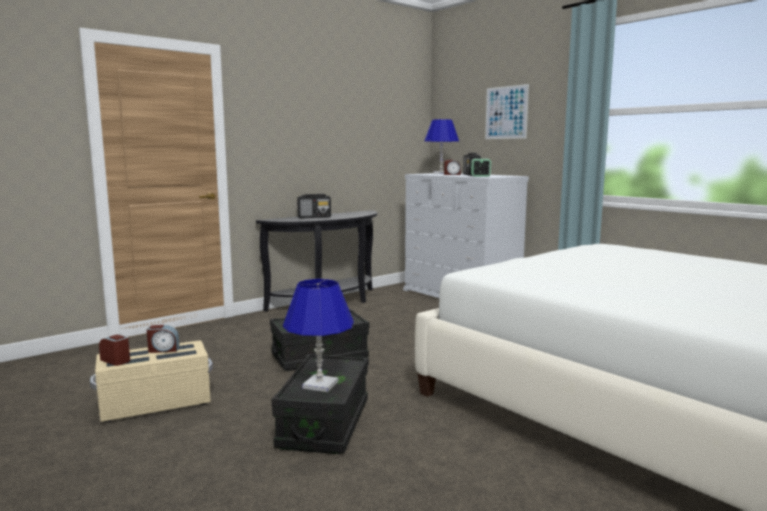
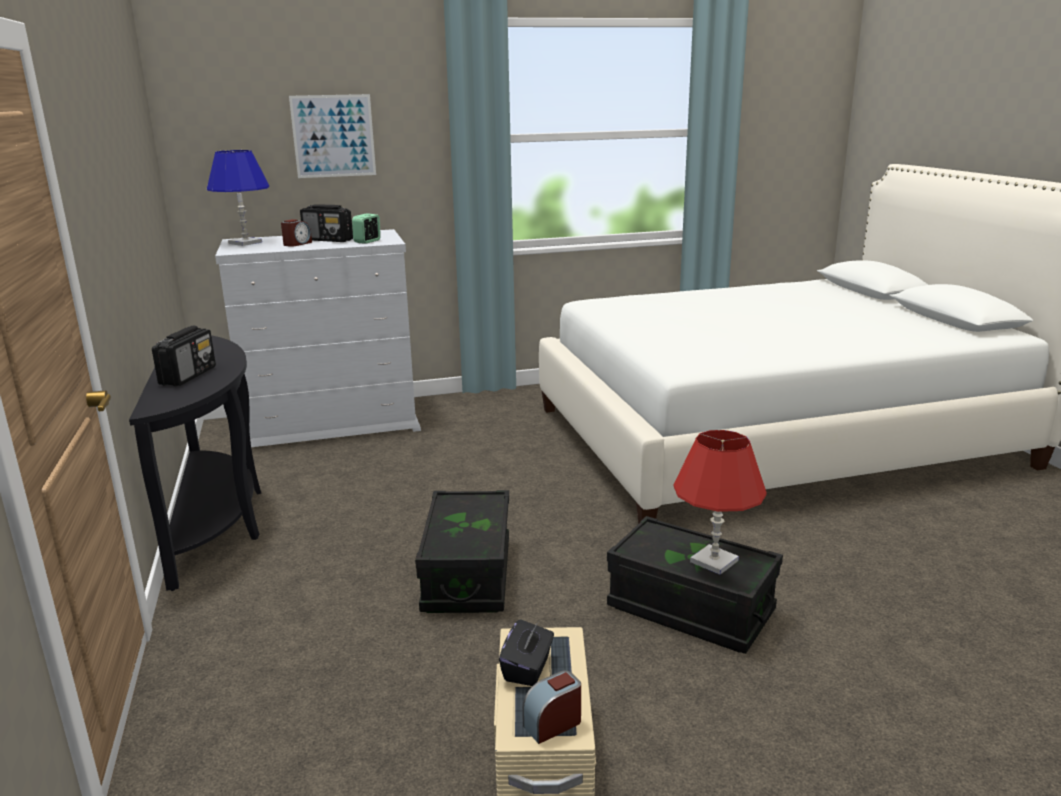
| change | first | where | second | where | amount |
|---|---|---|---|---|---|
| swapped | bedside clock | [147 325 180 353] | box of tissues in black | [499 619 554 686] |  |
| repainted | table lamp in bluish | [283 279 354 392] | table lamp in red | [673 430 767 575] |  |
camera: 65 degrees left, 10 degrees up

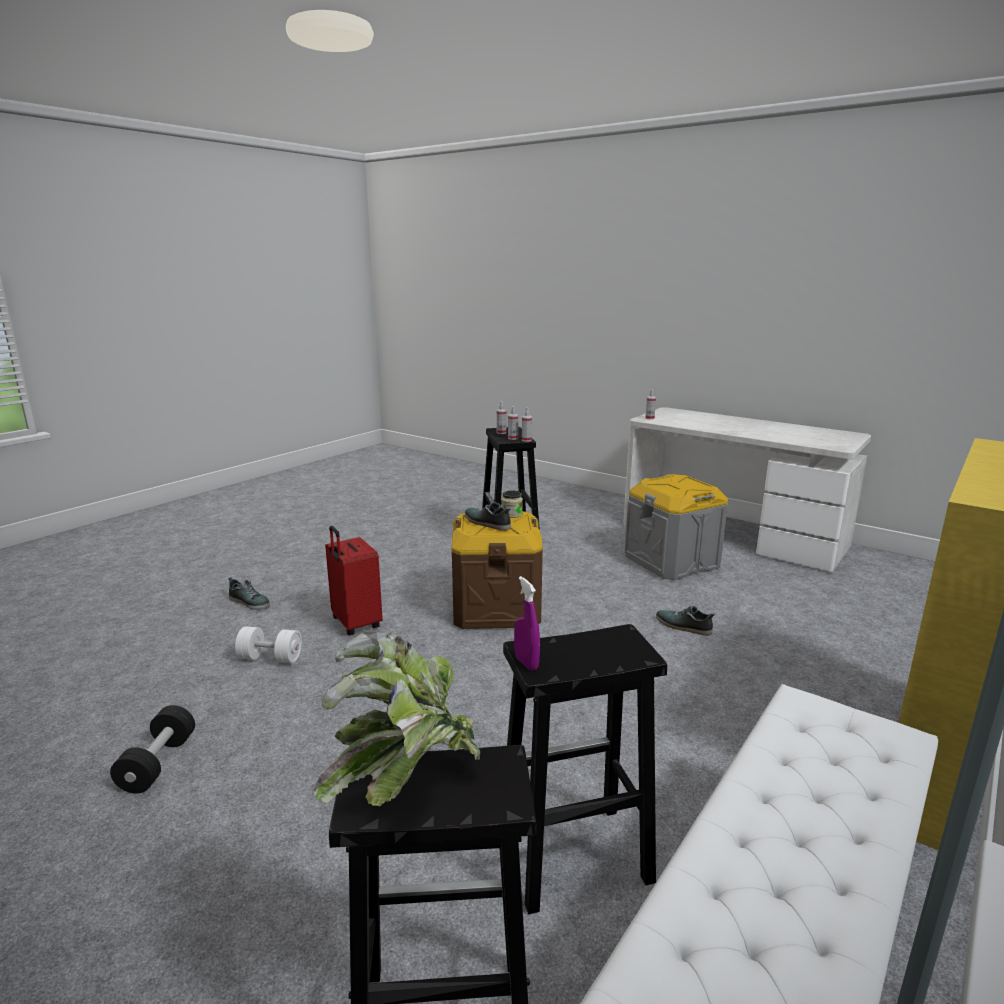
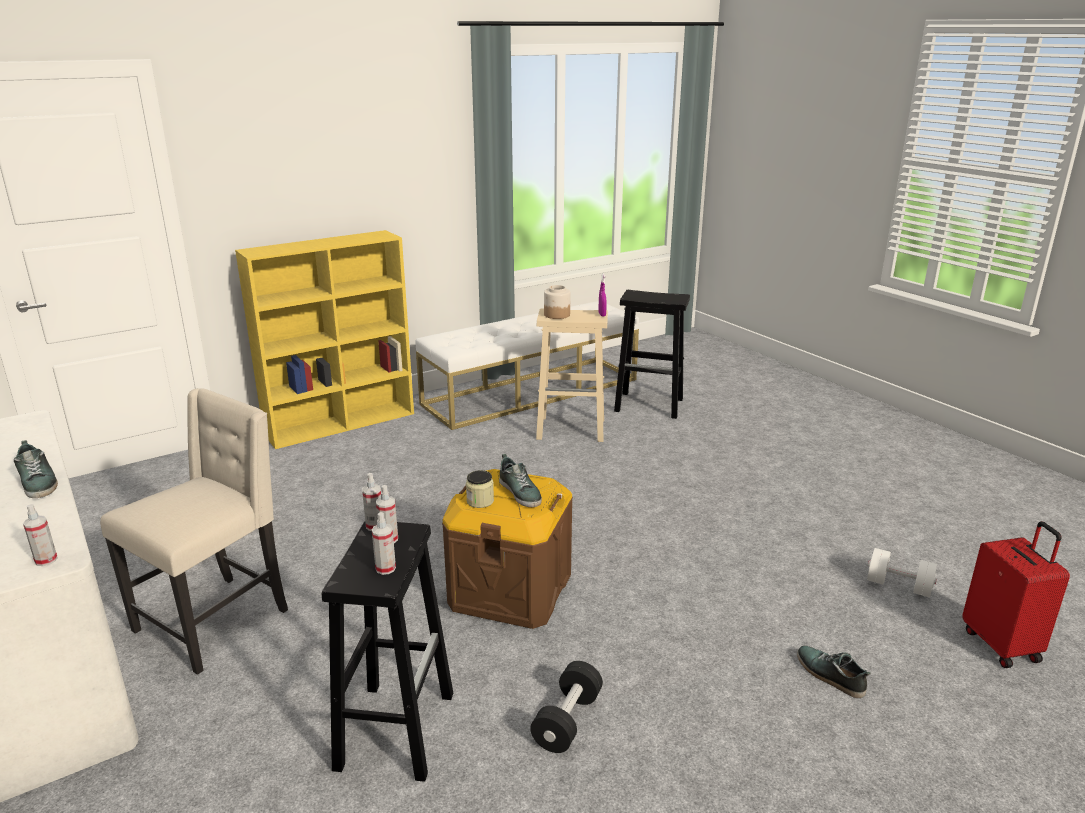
| change | first | where | second | where | amount |
|---|---|---|---|---|---|
| shifted | low shoe | [656 606 715 636] |  | [14 440 58 498] |  |
| swapped | storage container in grey | [625 474 728 580] | upright chair in sand-coloured | [100 388 288 675] |  |
| shifted | free weight in black | [110 705 195 794] |  | [530 661 603 753] |  |
| repainted | stool in black | [503 624 667 914] | stool in sand-coloured | [536 308 608 442] |  |
| new |  |  | storage jar | [544 285 571 319] |  |
| shifted | free weight in whitish | [235 626 302 663] |  | [867 548 937 597] |  |
| shifted | suitcase in red | [325 526 383 635] |  | [962 521 1070 668] |  |
| gone | houseplant | [312 631 480 806] |  |  |  |
camera: 160 degrees left, 5 degrees up

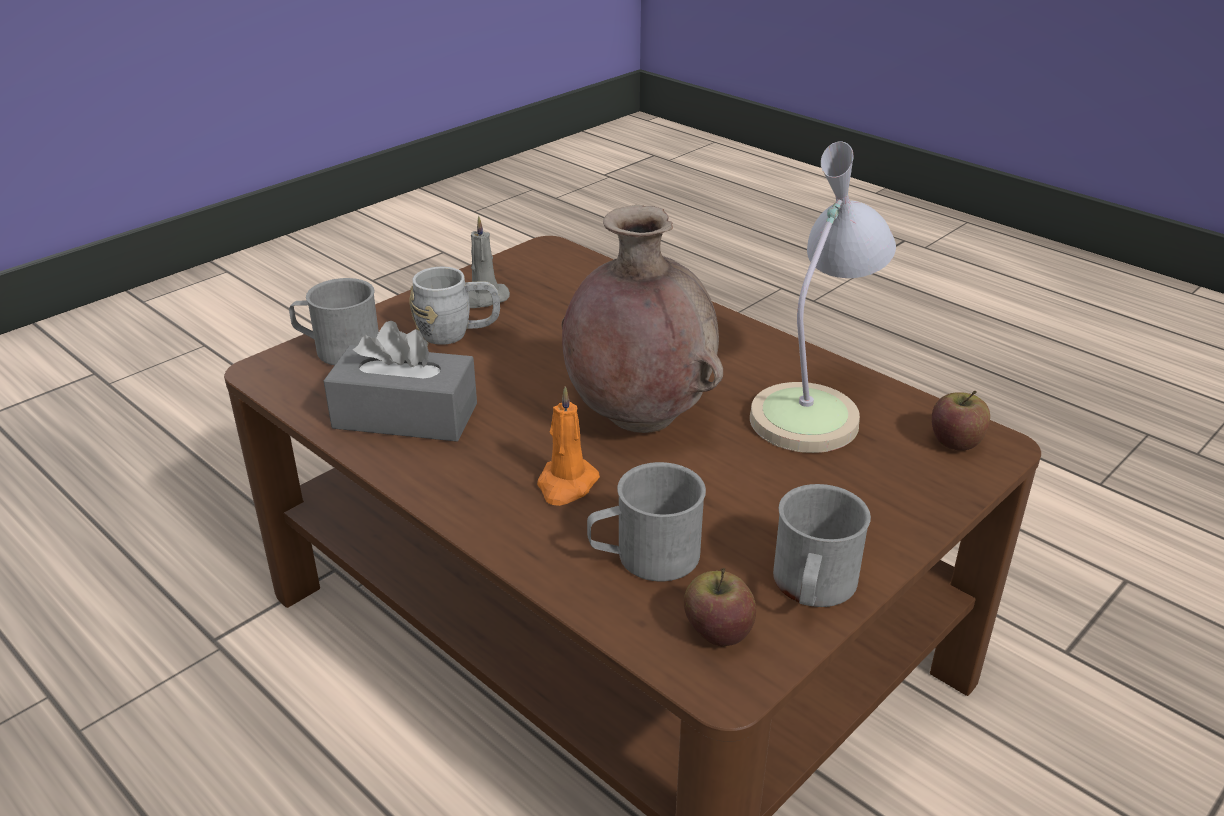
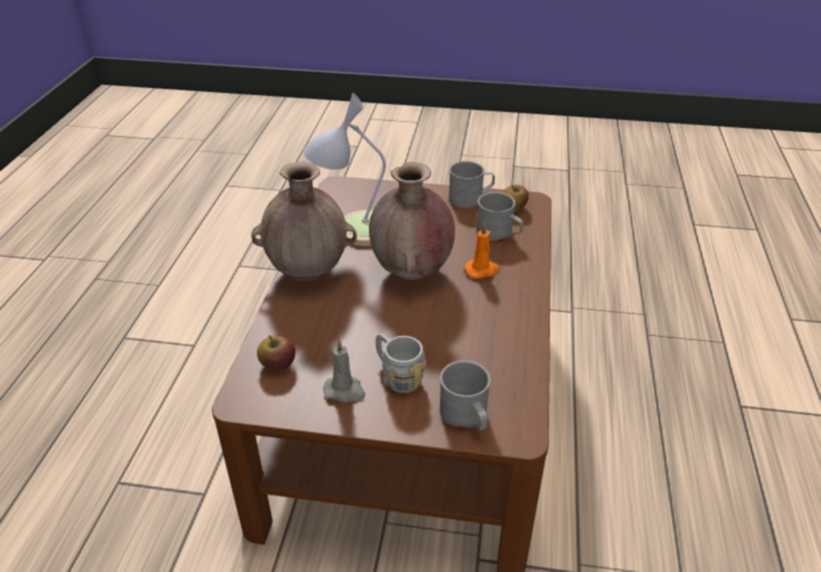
| change | first | where | second | where | amount |
|---|---|---|---|---|---|
| new |  |  | flower vase in brown | [251 162 357 281] |  |
| shifted | whole apple | [932 391 990 451] |  | [257 335 296 370] |  |
| gone | box of tissues in grey | [324 321 477 442] |  |  |  |
camera: 125 degrees left, 5 degrees up

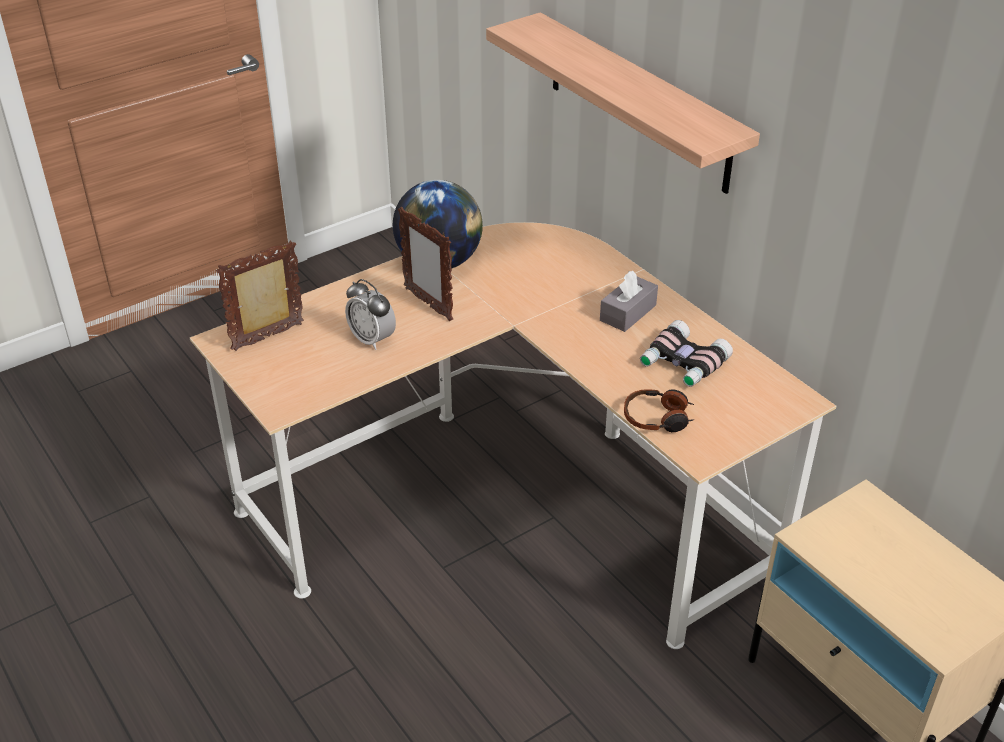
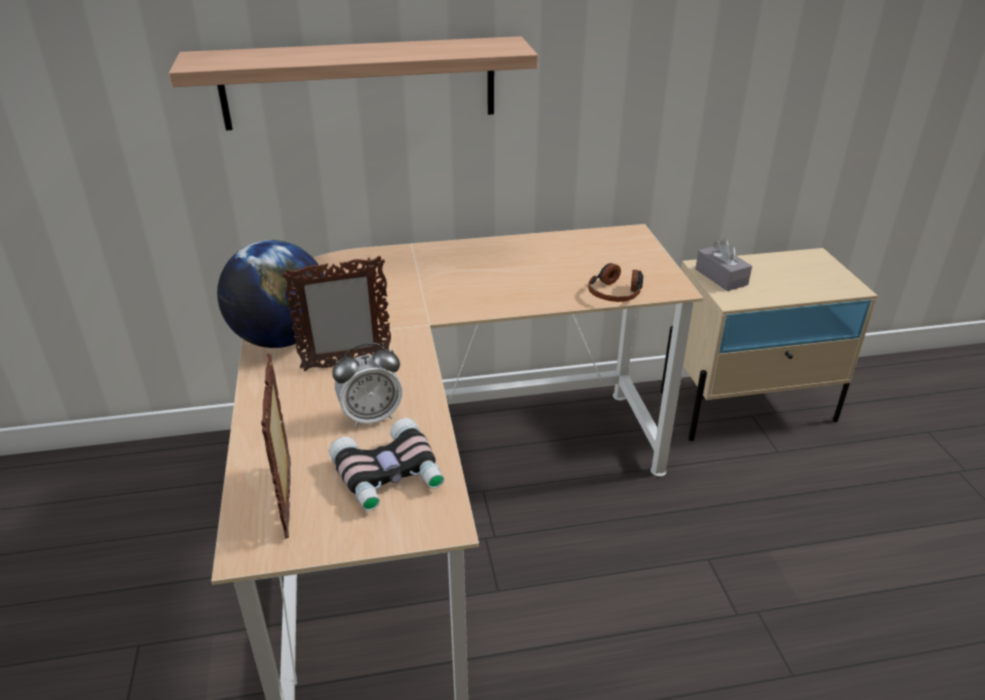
| change | first | where | second | where | amount |
|---|---|---|---|---|---|
| shifted | binoculars | [640 320 733 387] |  | [329 418 444 511] |  |
| shifted | box of tissues in grey | [600 271 658 332] |  | [695 239 752 291] |  |
camera: 65 degrees left, 5 degrees down

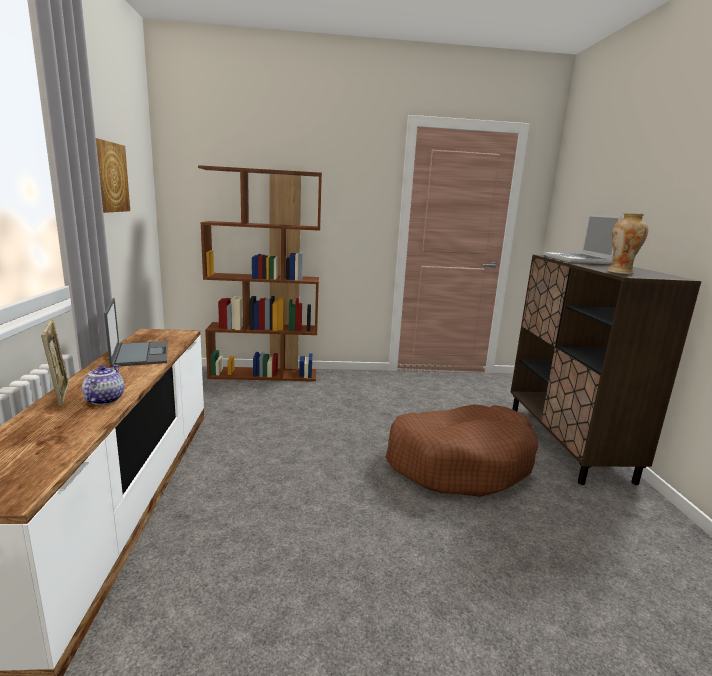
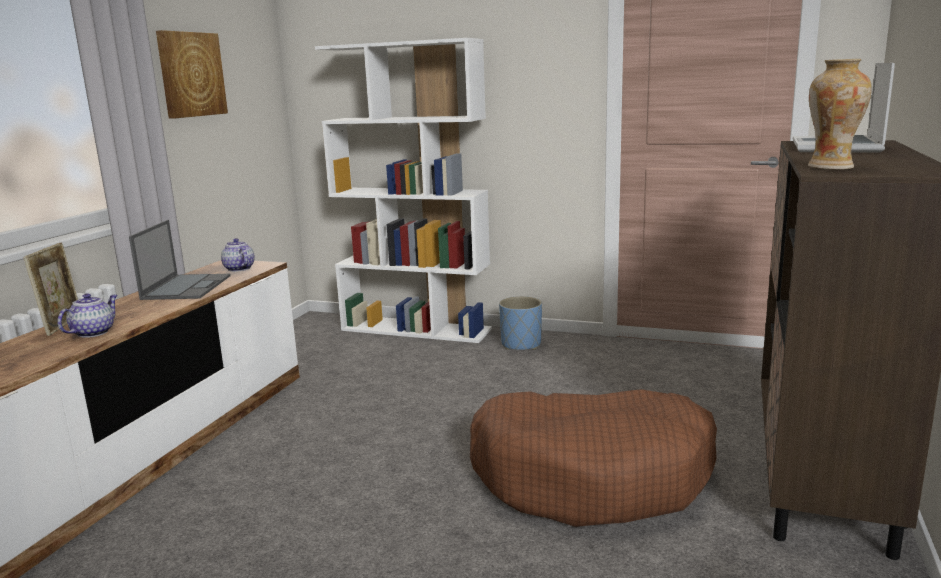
| change | first | where | second | where | amount |
|---|---|---|---|---|---|
| new |  |  | pot for tea | [221 238 255 272] |  |
| repainted | bookcase in brown | [198 165 322 381] | bookcase in whitish | [315 38 492 343] |  |
| new |  |  | flower pot in bluish | [499 296 542 350] |  |
camera: 25 degrees right, 0 degrees up

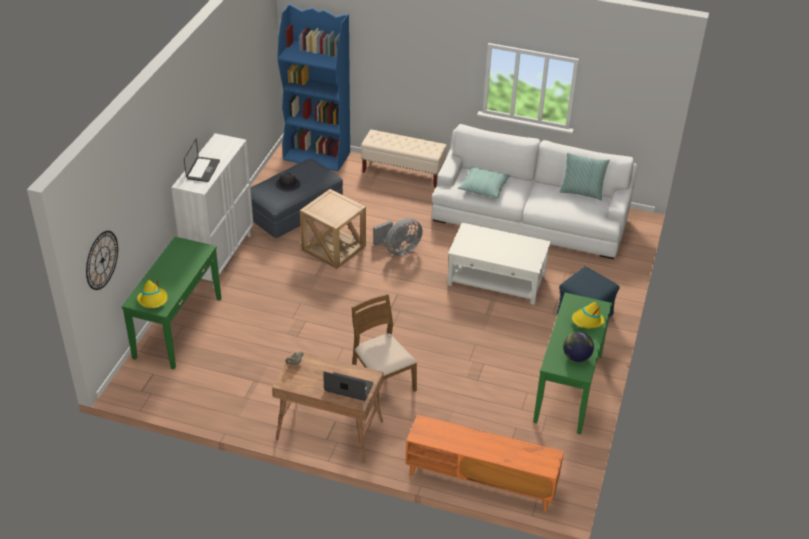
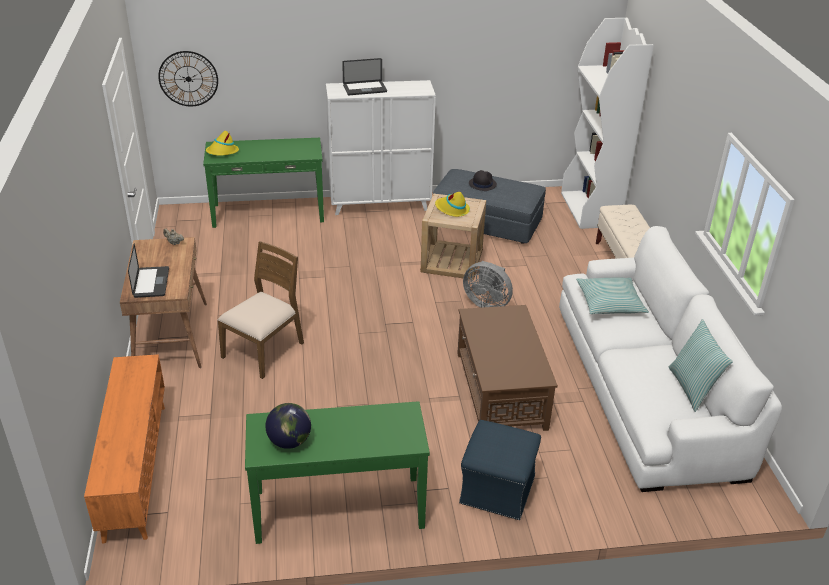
| change | first | where | second | where | amount |
|---|---|---|---|---|---|
| shifted | wearable hat in yellow-coloured | [572 302 604 328] |  | [435 192 470 217] |  |
| repainted | coffee table in whitish | [447 223 551 305] | coffee table in brown | [457 305 558 431] |  |
| repainted | bookcase in bluish | [277 4 350 171] | bookcase in whitish | [561 18 654 229] |  |
camera: 65 degrees right, 5 degrees down

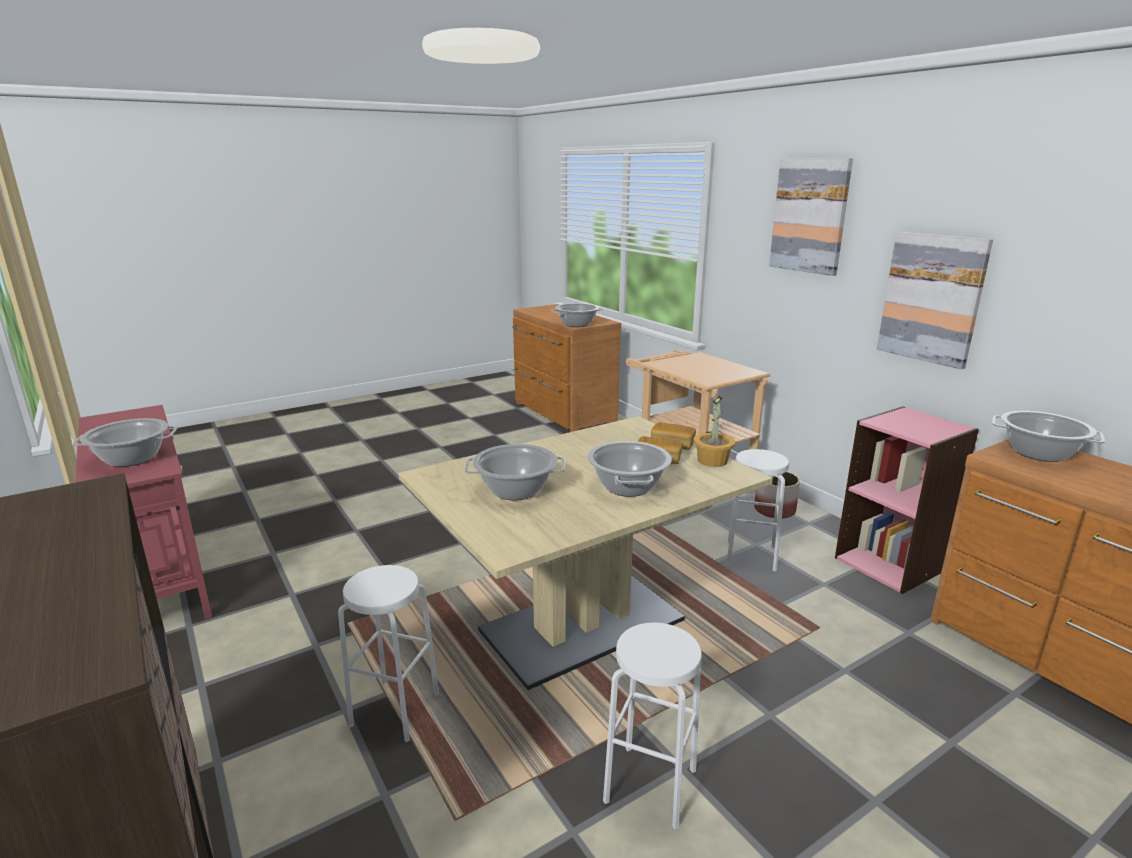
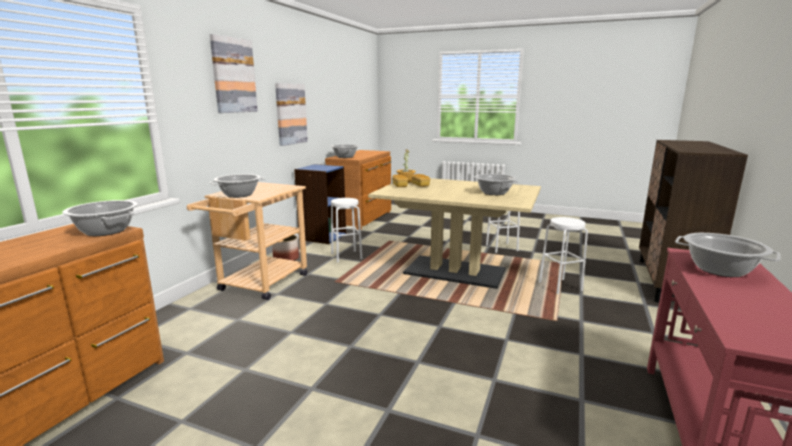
| change | first | where | second | where | amount |
|---|---|---|---|---|---|
| shifted | cooking pot | [587 441 672 497] |  | [209 174 265 198] |  |
| repainted | bookcase in pink | [835 406 979 594] | bookcase in bluish | [294 164 346 244] |  |
camera: 125 degrees left, 5 degrees down

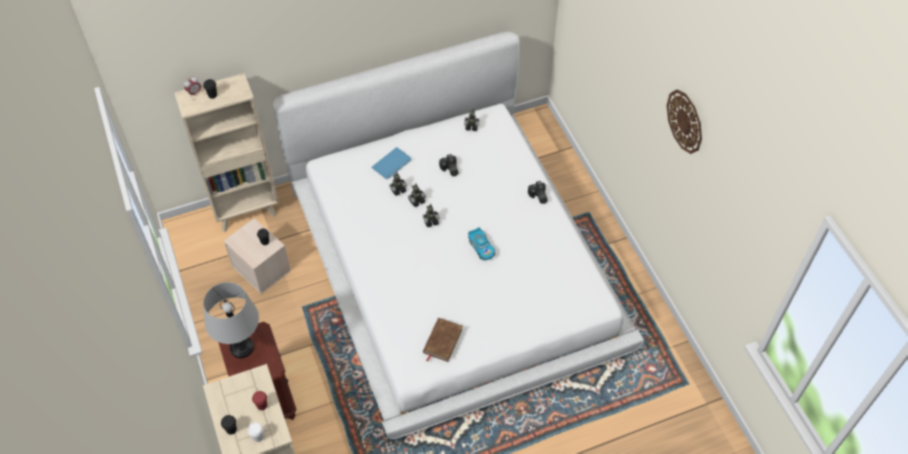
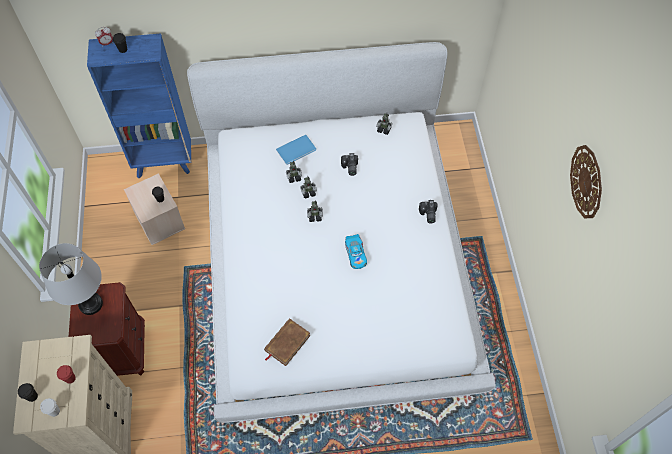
| change | first | where | second | where | amount |
|---|---|---|---|---|---|
| repainted | bookcase in sand-coloured | [174 73 279 232] | bookcase in bluish | [87 33 191 179] |  |
camera: 15 degrees right, 5 degrees up

